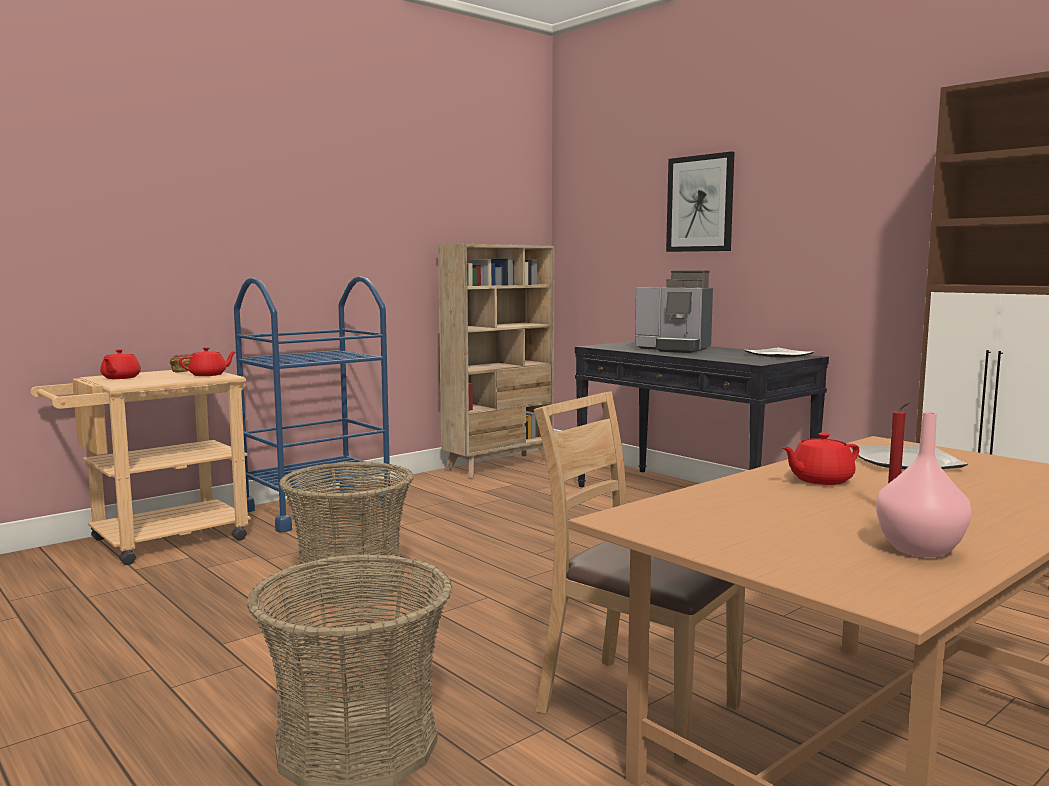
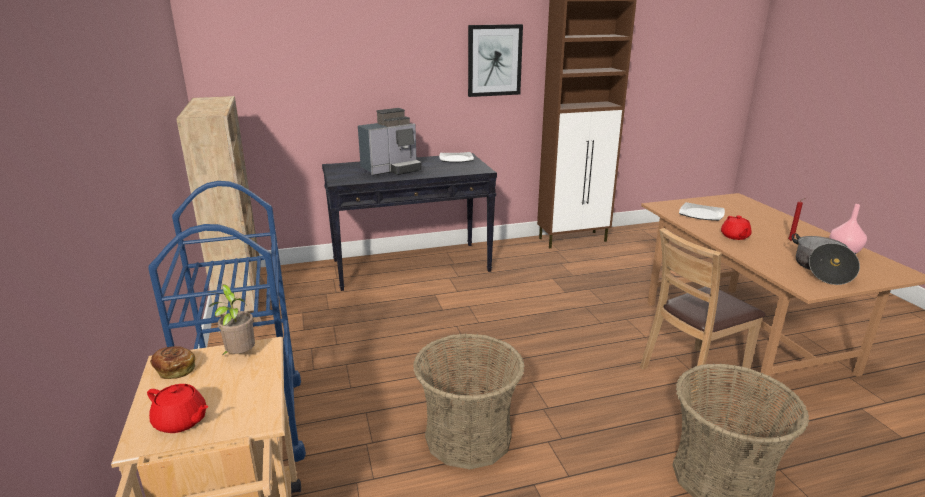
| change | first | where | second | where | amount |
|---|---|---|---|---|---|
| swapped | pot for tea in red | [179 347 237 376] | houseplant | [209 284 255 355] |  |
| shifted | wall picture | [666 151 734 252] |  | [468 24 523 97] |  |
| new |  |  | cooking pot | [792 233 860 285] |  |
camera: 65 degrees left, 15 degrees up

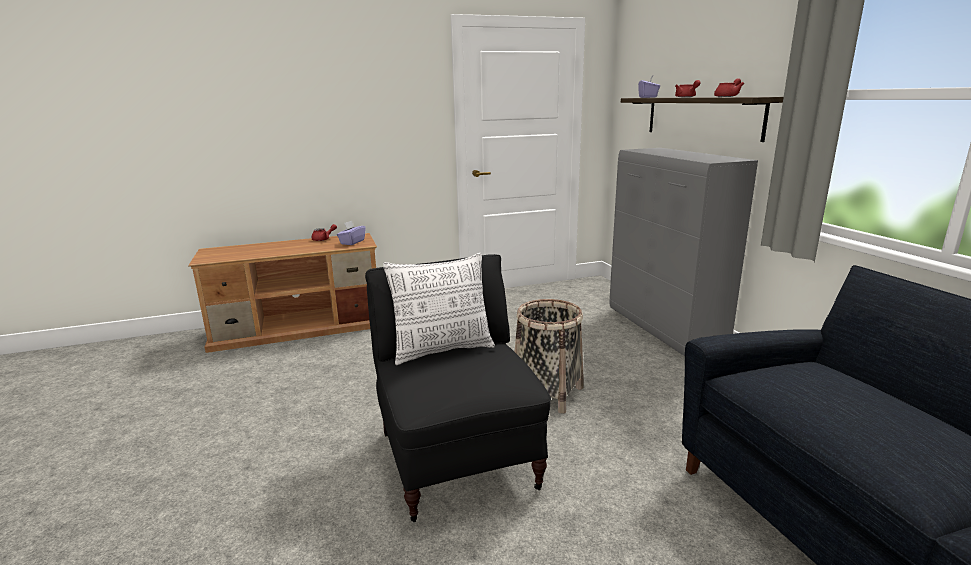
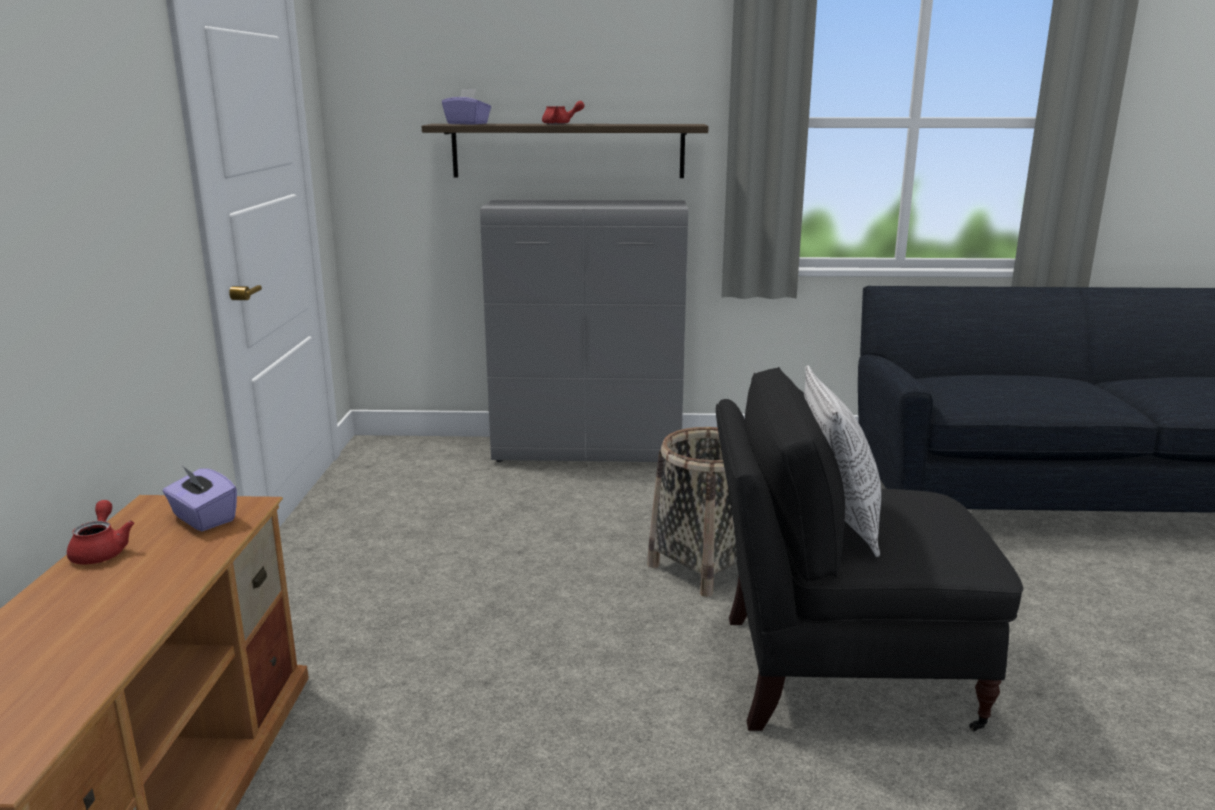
| change | first | where | second | where | amount |
|---|---|---|---|---|---|
| gone | pot for tea in red | [714 78 744 97] |  |  |  |
camera: 70 degrees left, 0 degrees up

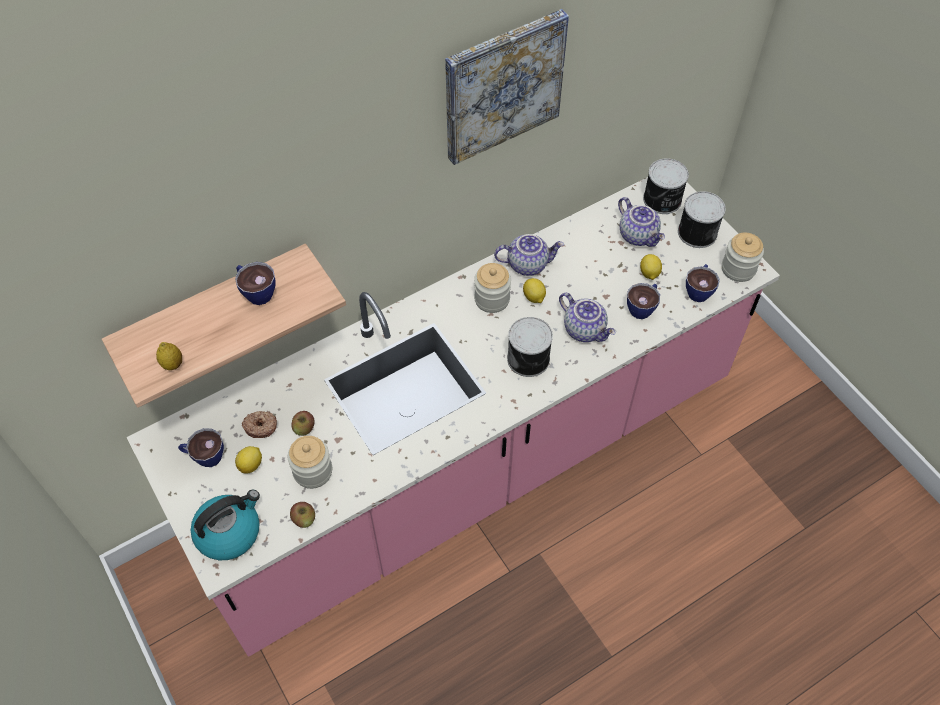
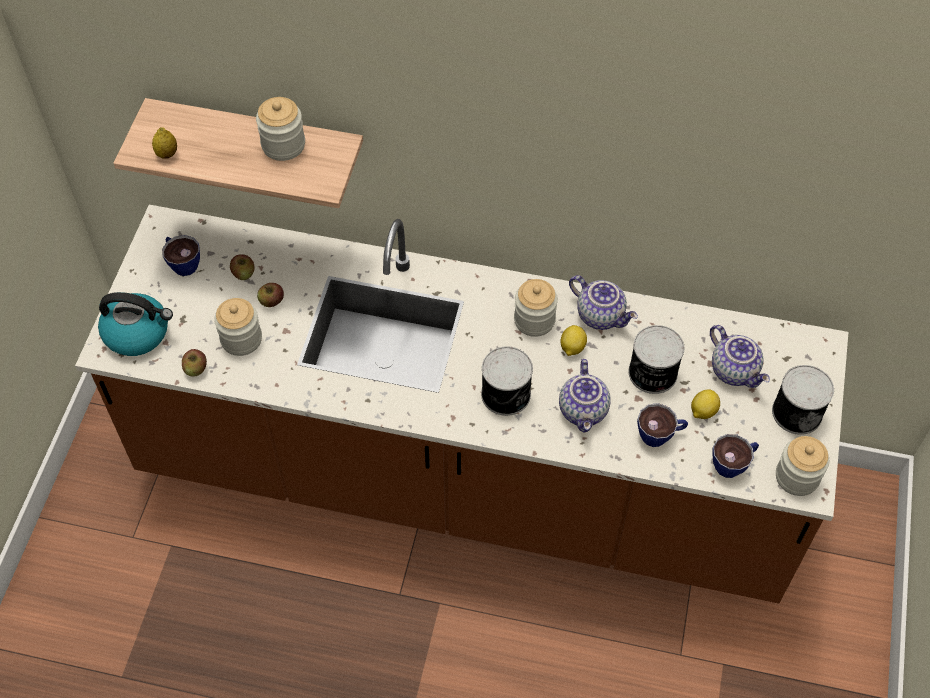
| change | first | where | second | where | amount |
|---|---|---|---|---|---|
| repainted | kitchen base unit in pink | [126 177 780 657] | kitchen base unit in brown | [75 205 848 604] |  |
| swapped | doughnut | [242 411 277 438] | whole apple | [230 254 255 280] |  |
| swapped | cup | [235 262 276 305] | storage jar | [256 97 305 161] |  |
| shifted | sealed can | [643 158 689 214] |  | [628 325 684 394] |  |
| rotated | pot for tea | [618 197 665 247] |  | [710 325 770 388] | 45 degrees counterclockwise |
| gone | whole lemon | [235 446 262 474] |  |  |  |
| gone | wall picture | [445 9 569 165] |  |  |  |
camera: 45 degrees right, 0 degrees up

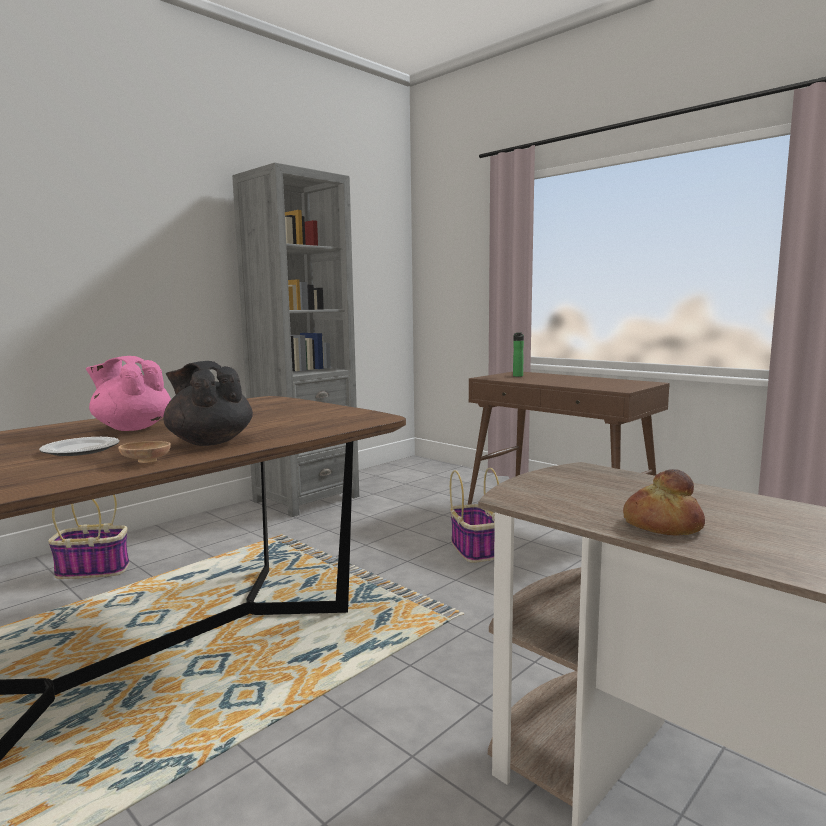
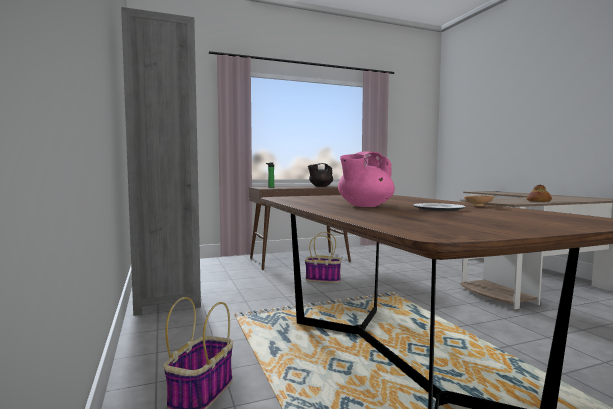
| change | first | where | second | where | amount |
|---|---|---|---|---|---|
| shifted | pot for tea in black | [163 361 253 446] |  | [308 163 333 187] |  |
camera: 65 degrees left, 5 degrees down

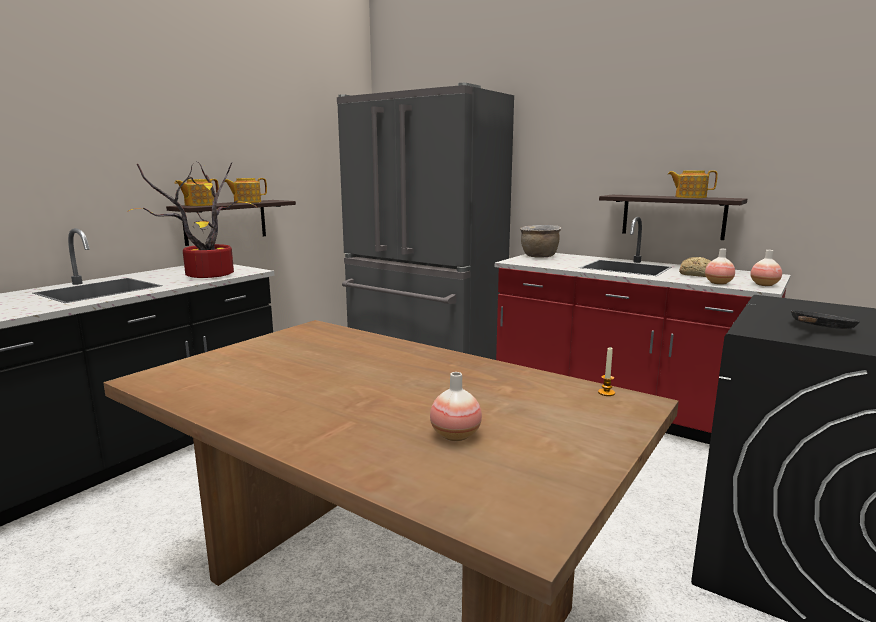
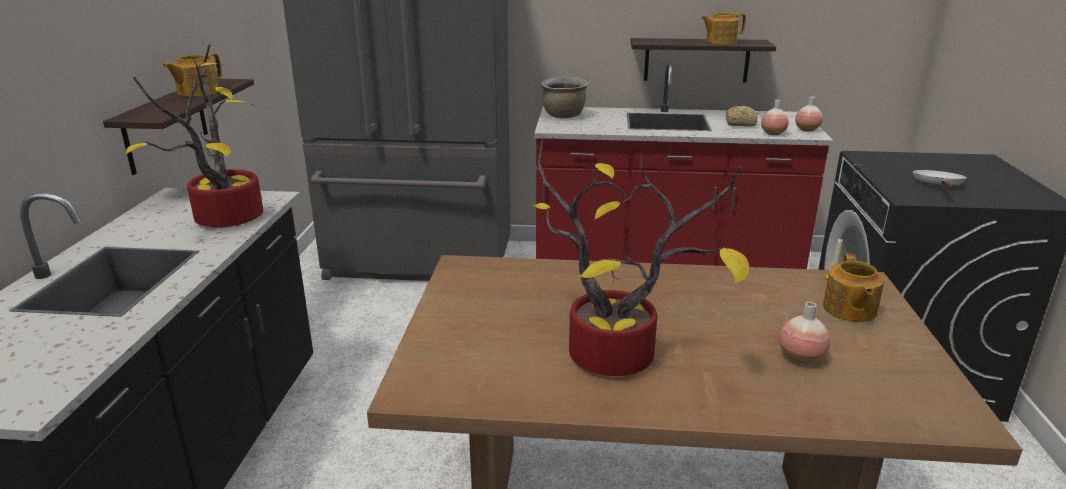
| change | first | where | second | where | amount |
|---|---|---|---|---|---|
| new |  |  | houseplant | [531 139 750 376] |  |
| shifted | pot for tea | [175 179 219 206] |  | [823 253 884 322] |  |
| repainted | skillet in black | [791 310 859 329] | skillet in whitish | [913 170 967 187] |  |
camera: 30 degrees left, 10 degrees up

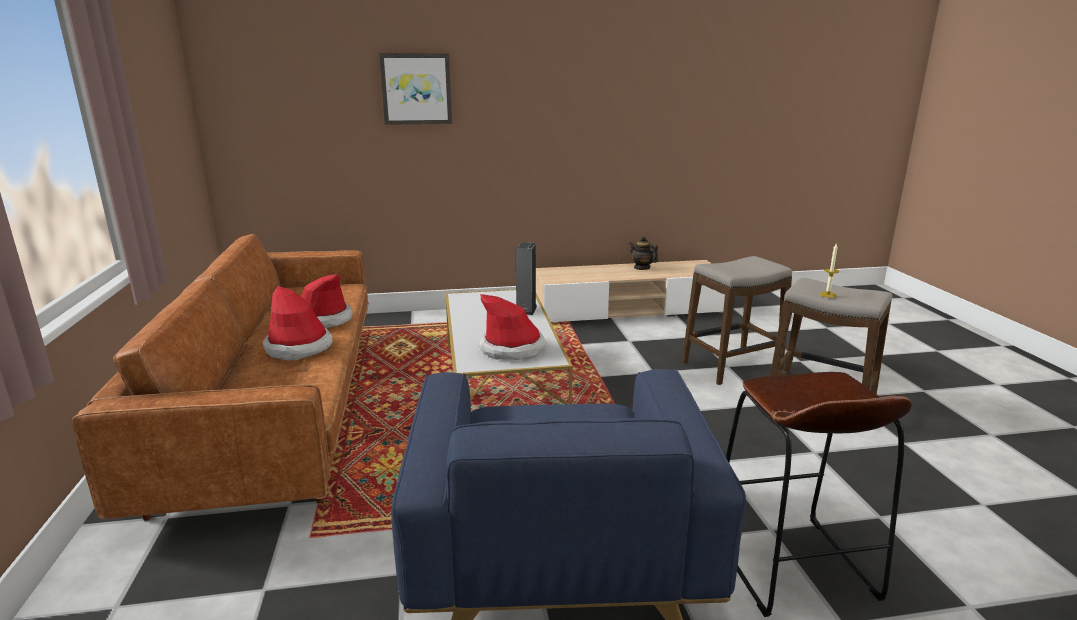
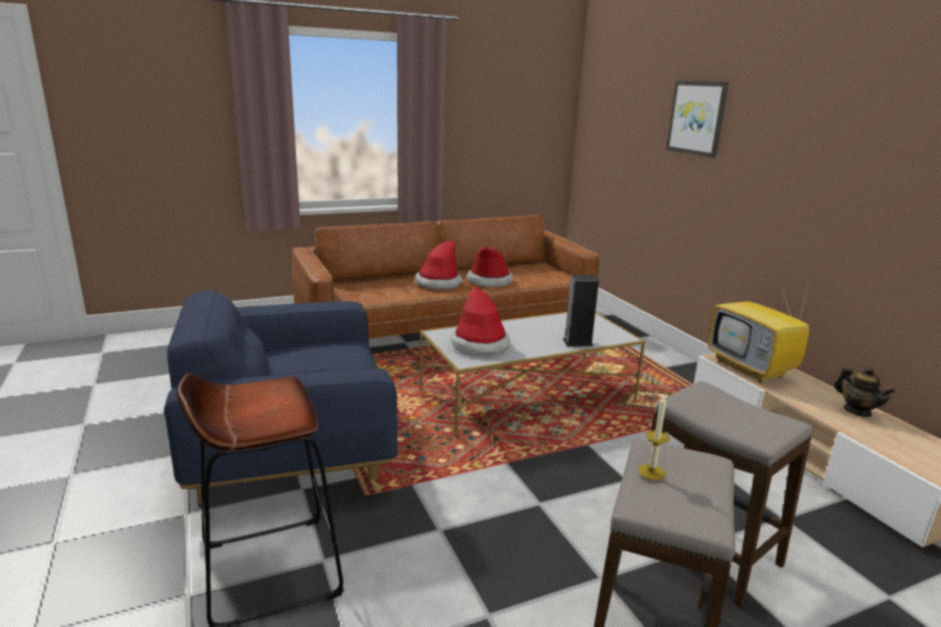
| change | first | where | second | where | amount |
|---|---|---|---|---|---|
| new |  |  | television | [708 283 809 383] |  |
| rotated | pot for tea | [629 236 658 270] |  | [835 367 895 417] | 120 degrees clockwise |
camera: 75 degrees right, 0 degrees up

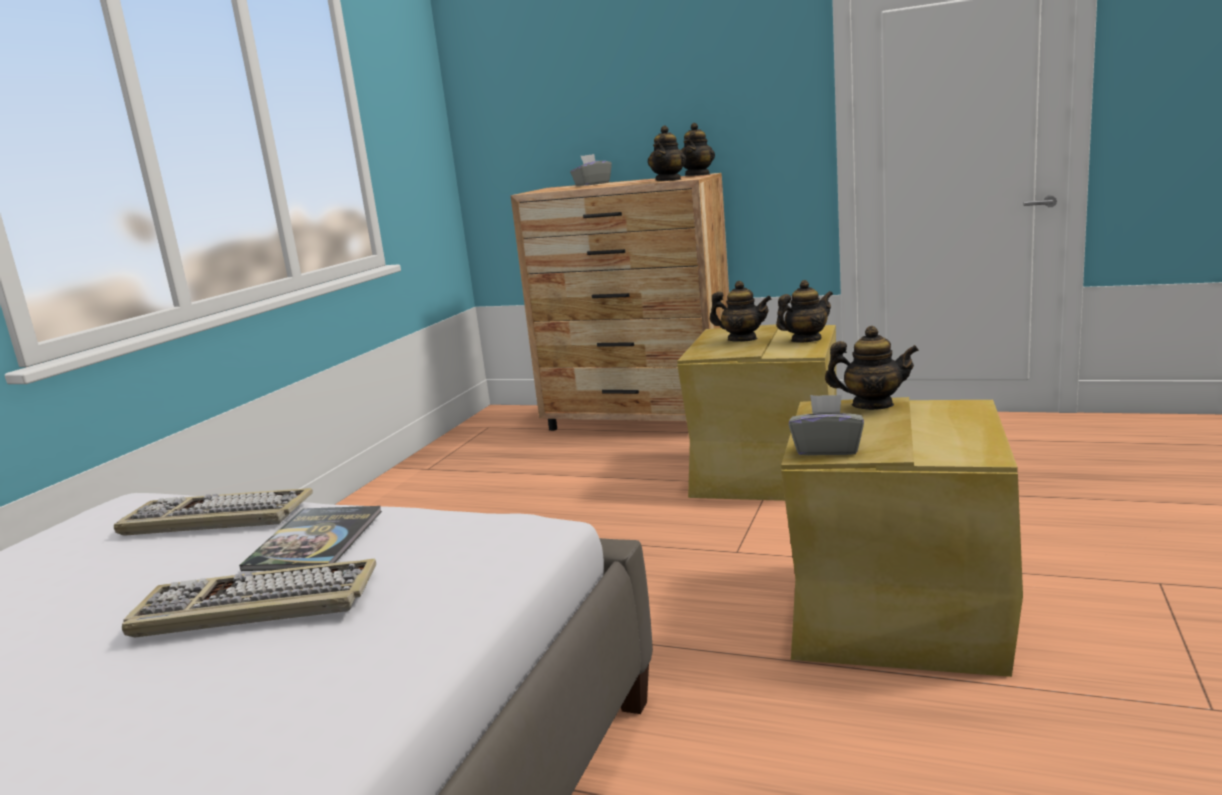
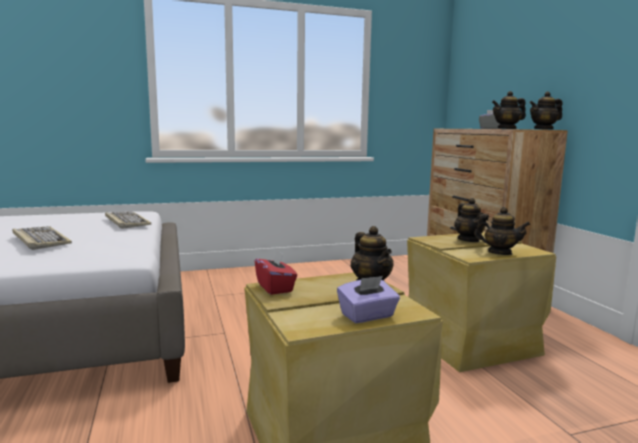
| change | first | where | second | where | amount |
|---|---|---|---|---|---|
| repainted | box of tissues in grey | [789 394 864 455] | box of tissues in red | [254 250 297 295] |  |
| new |  |  | box of tissues in purple | [337 276 400 323] |  |
| gone | book | [239 506 382 571] |  |  |  |
camera: 50 degrees right, 5 degrees down

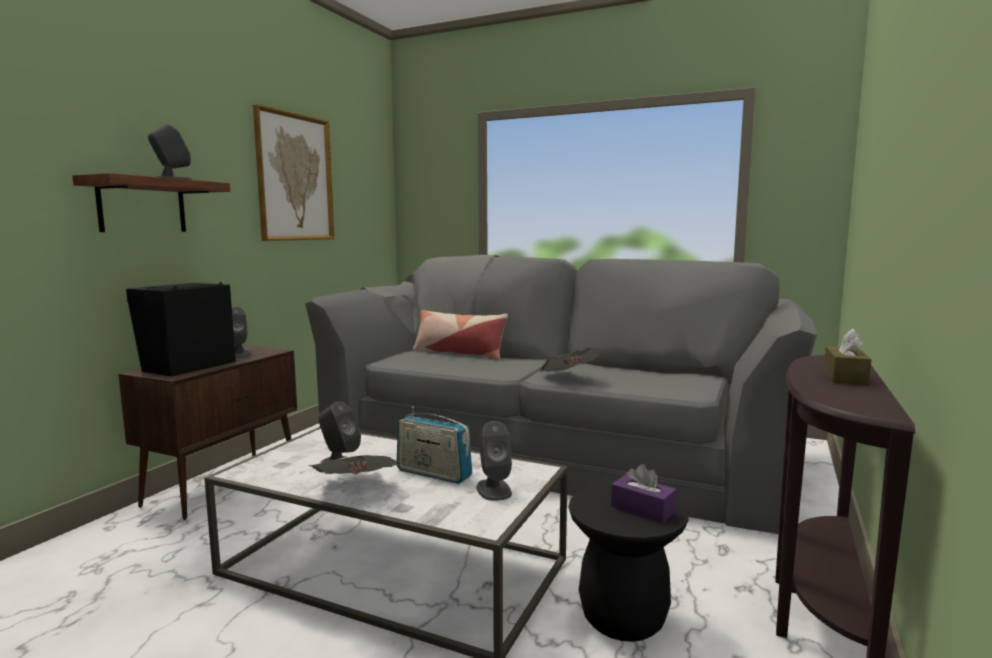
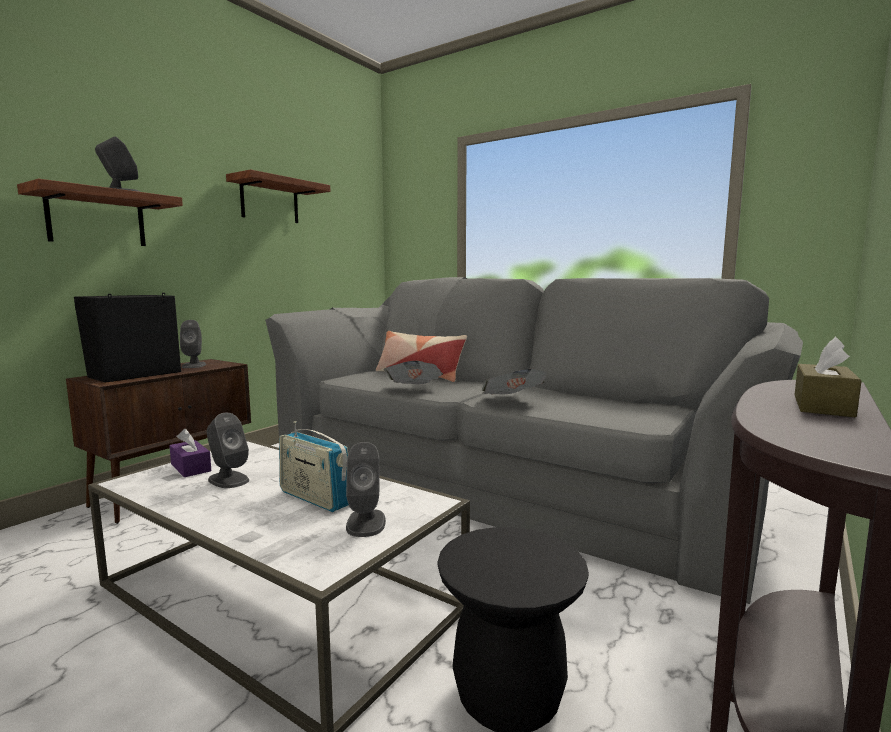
| change | first | where | second | where | amount |
|---|---|---|---|---|---|
| shifted | box of tissues in purple | [611 464 677 523] |  | [169 429 211 477] |  |
| swapped | wall picture | [253 104 334 241] | wall shelf | [226 169 330 223] |  |
| shifted | daily paper | [309 455 400 474] |  | [384 361 443 384] |  |
camera: 10 degrees right, 0 degrees up

